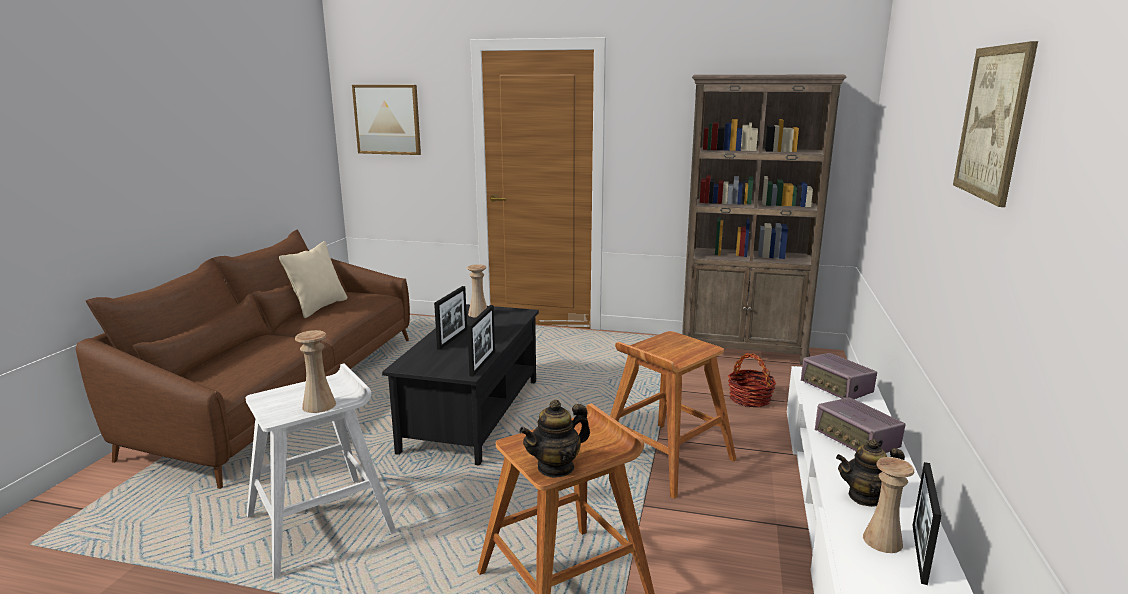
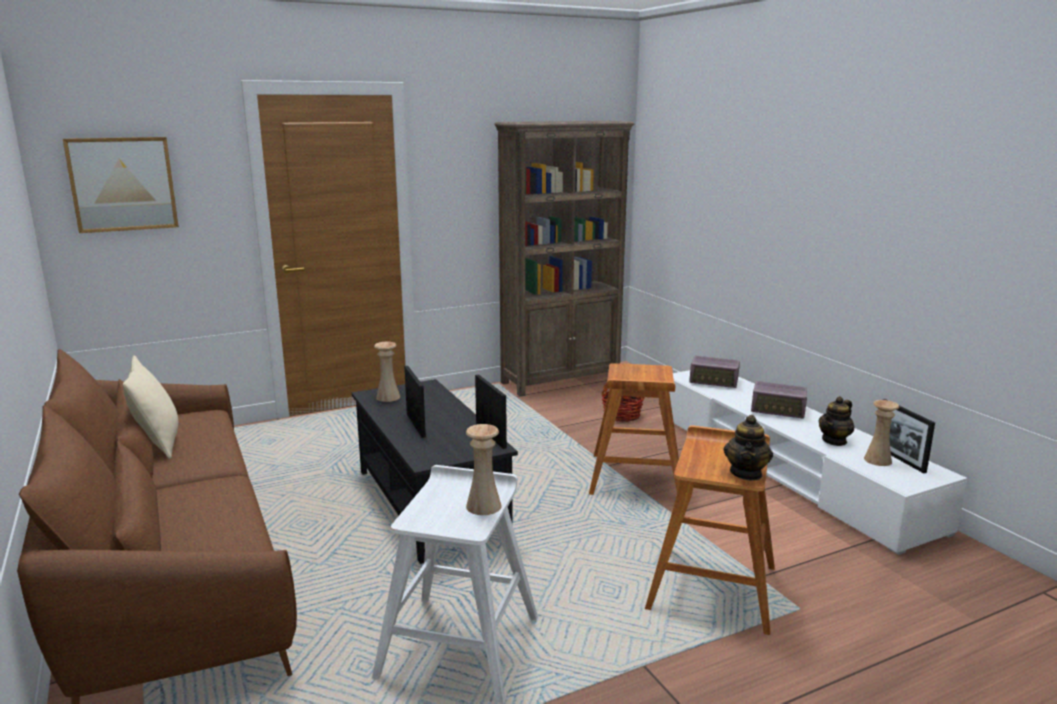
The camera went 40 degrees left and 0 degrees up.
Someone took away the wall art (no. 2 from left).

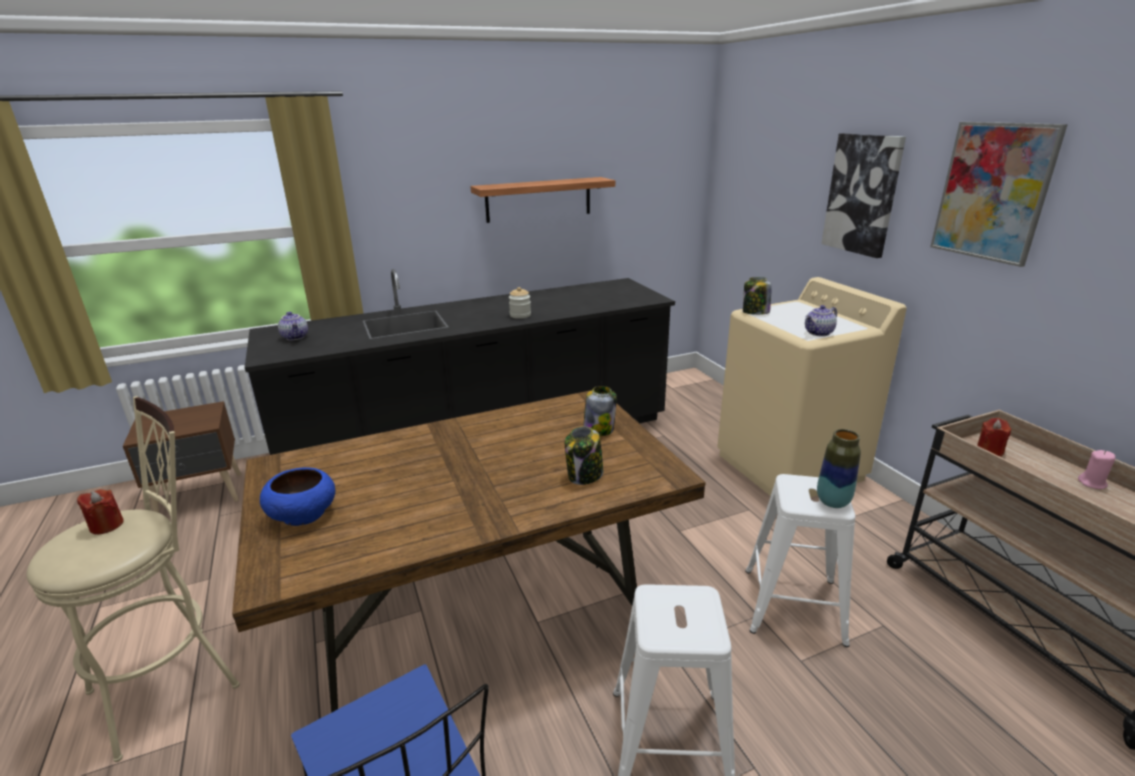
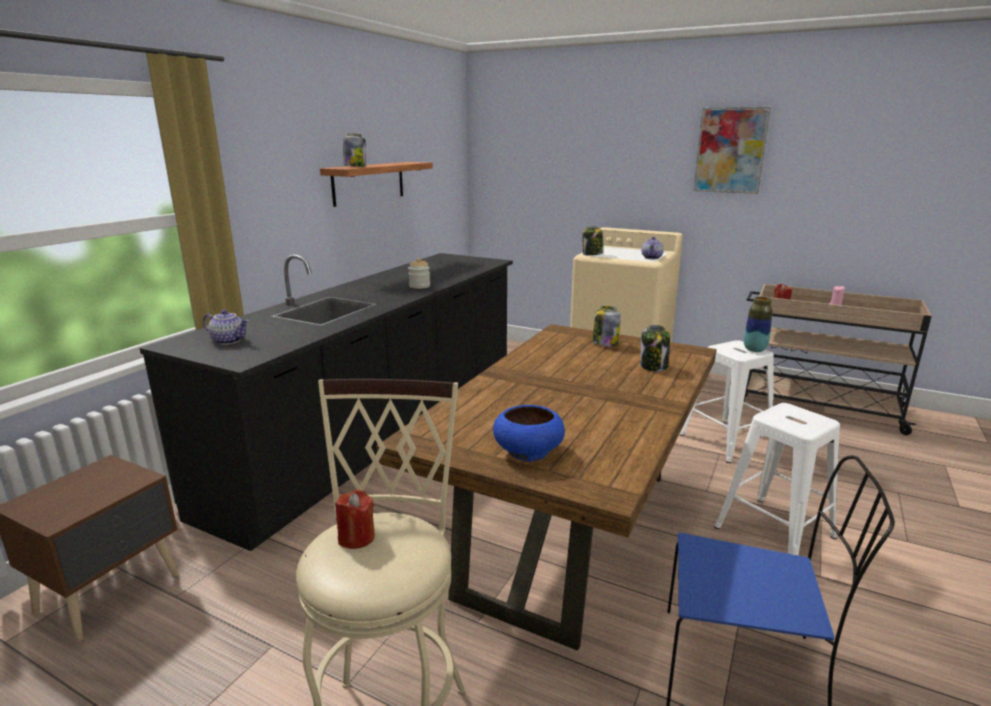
The camera went 40 degrees left and 5 degrees down.
Someone took away the wall art (no. 1 from left).
Someone put down the storage jar (no. 1 from left).

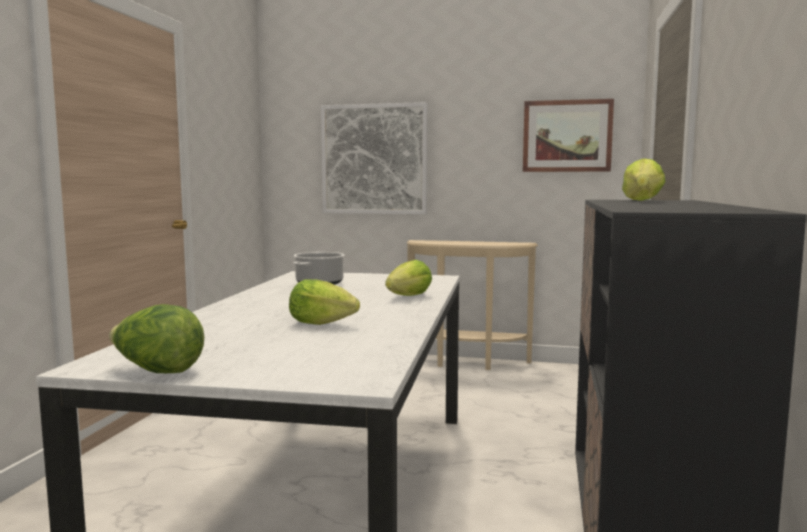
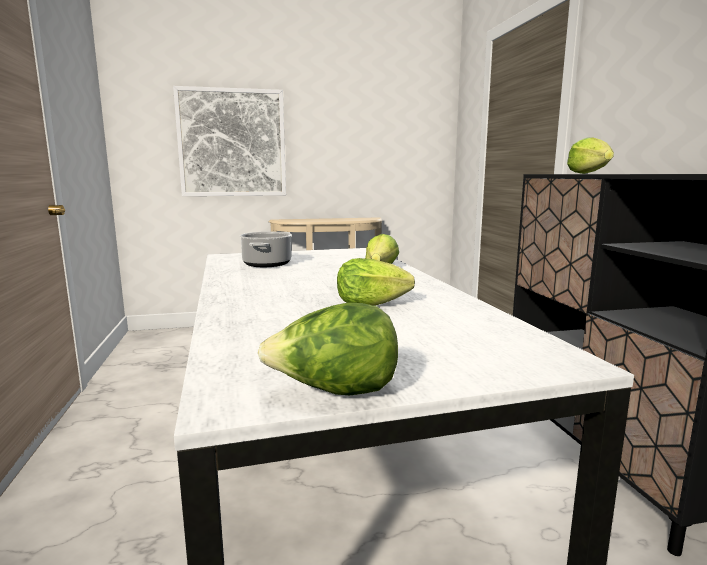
The camera went 25 degrees left and 5 degrees up.
Someone took away the wall art (no. 2 from left).

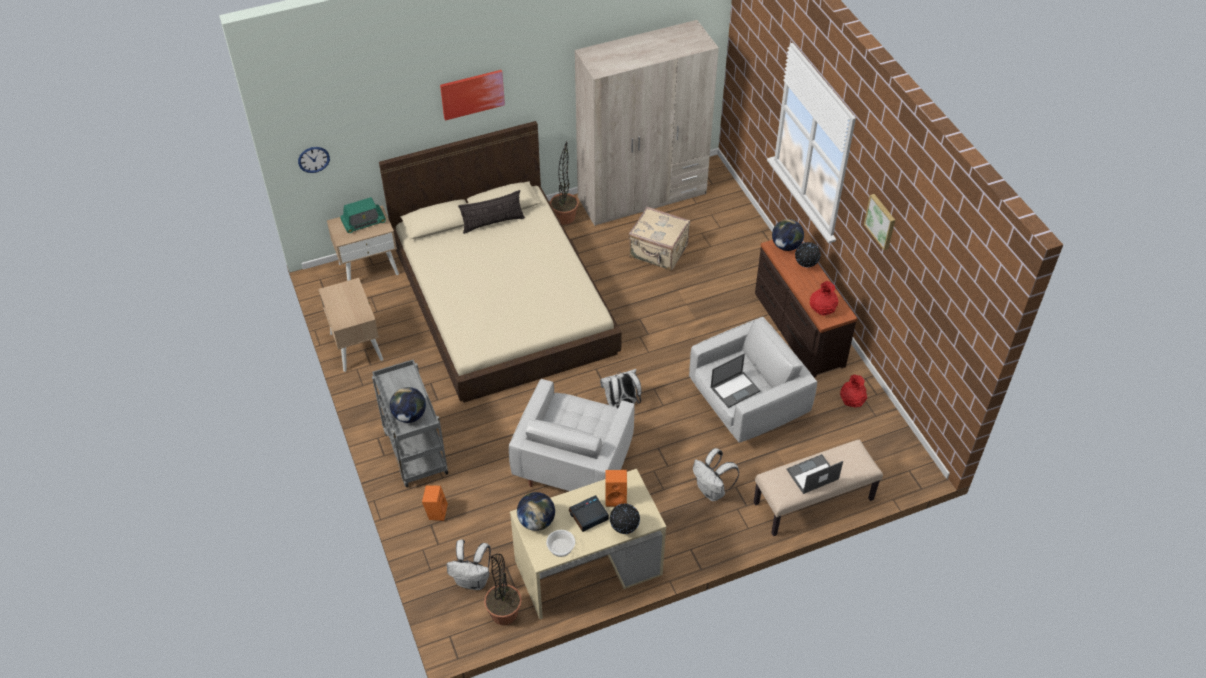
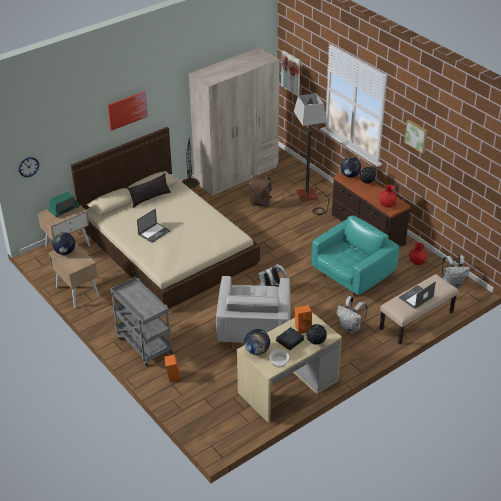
The camera went 15 degrees left and 10 degrees down.
Someone took away the plant in a pot (no. 1 from left).
Someone put up the wall art (no. 2 from left).
Someone put down the standard lamp.
Someone carried the globe (no. 1 from left).
Someone carried the backpack/whitish (no. 1 from left in the first image).
Someone carried the notebook computer (no. 1 from left).
Someone swapped the suitcase/sand-coloured for the backpack/brown-coloured.
Someone repainted the lounge chair/whitish (no. 2 from left), which became the lounge chair/turquoise-coloured.

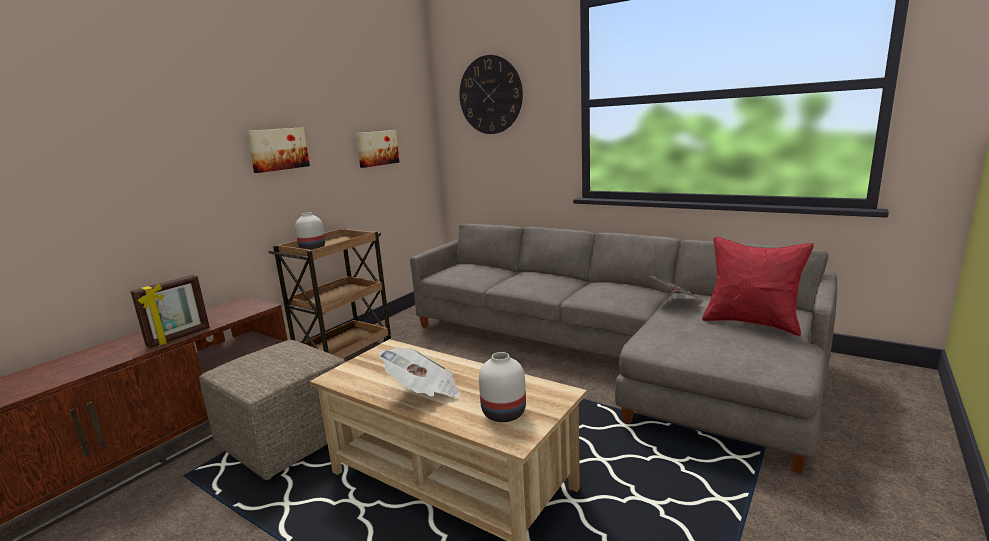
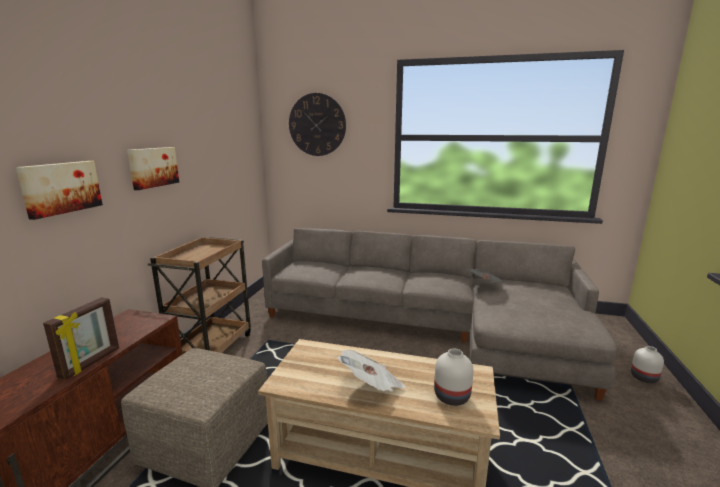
The camera went 20 degrees left and 0 degrees up.
Someone took away the cushion/red.
Someone carried the vase/whitish (no. 1 from left in the first image).
Someone carried the wall art (no. 2 from left in the first image).

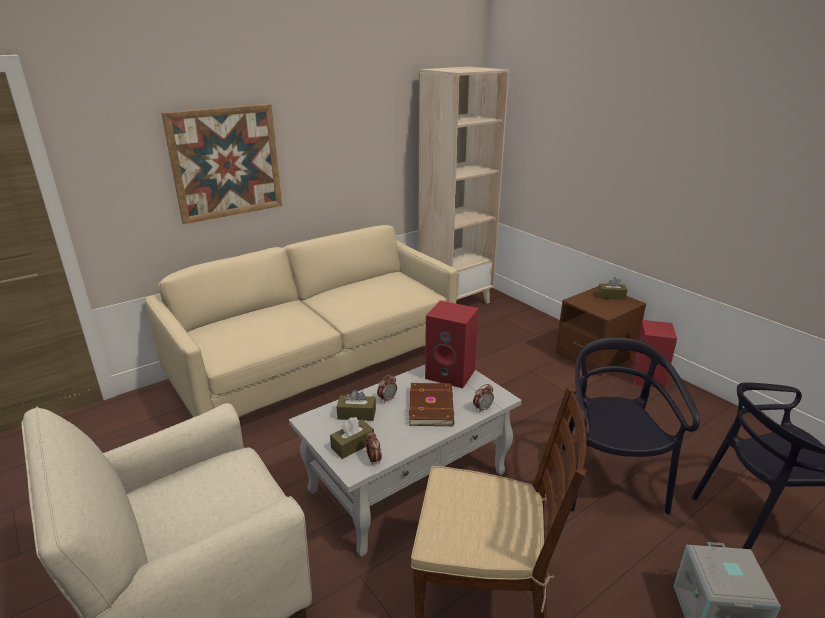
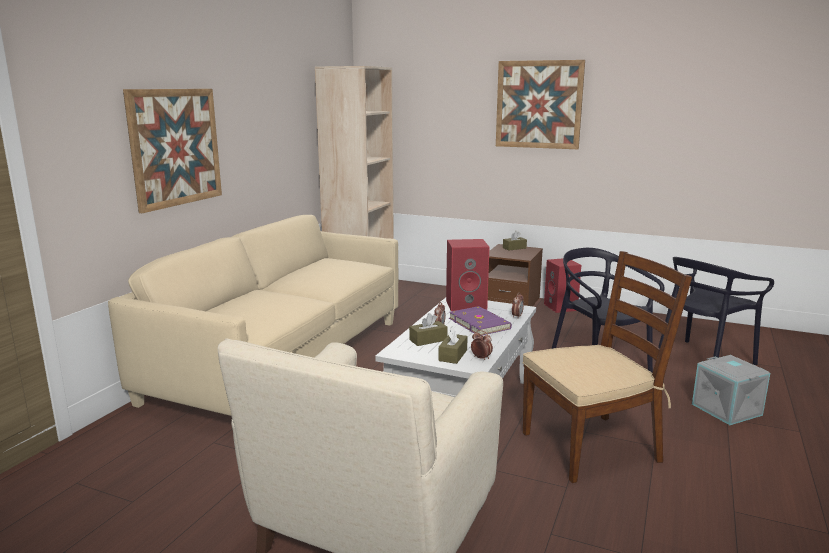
The camera went 30 degrees left and 10 degrees down.
Someone put up the wall art (no. 2 from left).
Someone repainted the bound book/brown-coloured, which became the bound book/purplish.

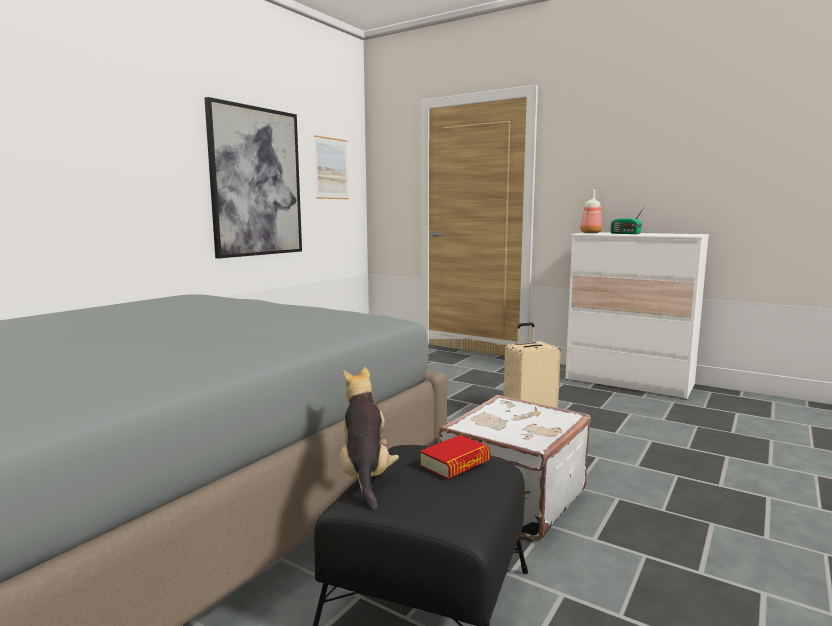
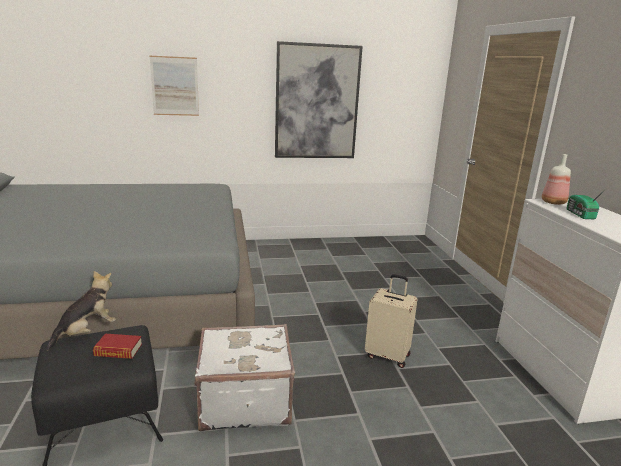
The camera went 45 degrees right and 10 degrees up.
Someone carried the wall art (no. 2 from left in the first image).

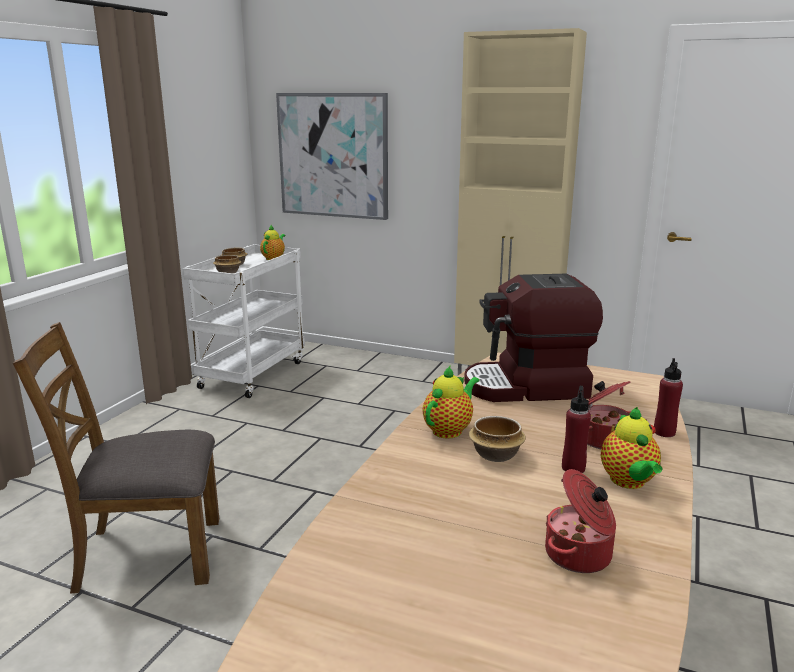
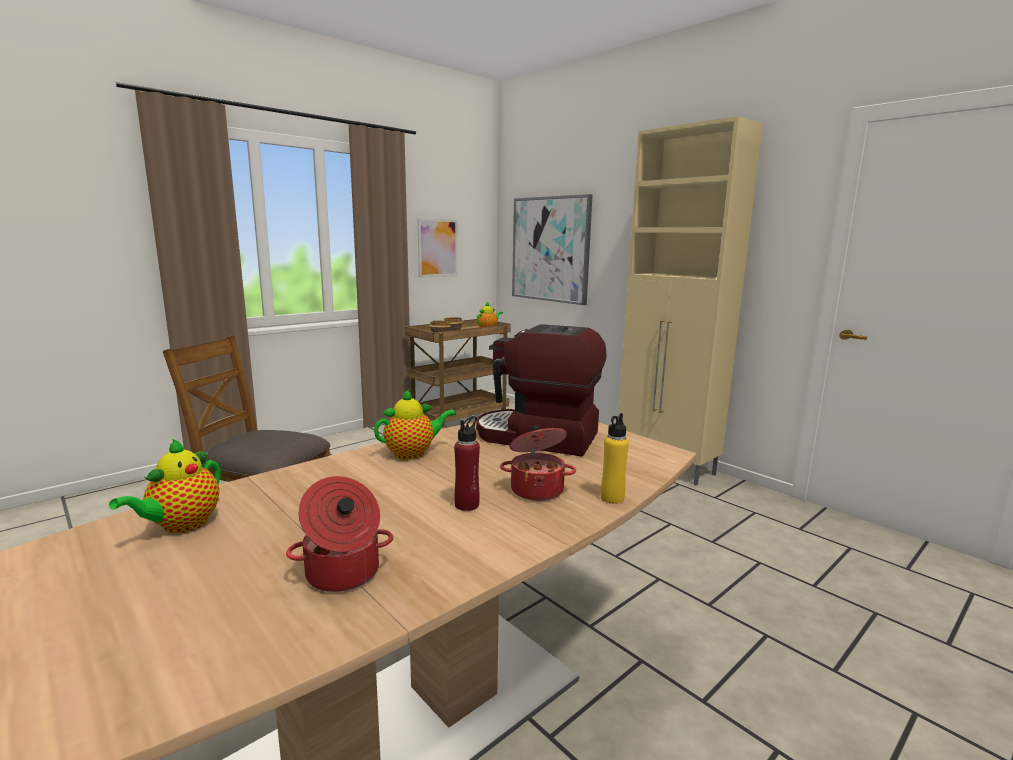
The camera went 25 degrees right and 5 degrees down.
Someone took away the bowl (no. 3 from left).
Someone put up the wall art (no. 1 from left).
Someone carried the teapot (no. 3 from left in the first image).
Someone repainted the cart/whitish, which became the cart/brown-coloured.
Someone repainted the beverage bottle/red (no. 2 from left), which became the beverage bottle/yellow.

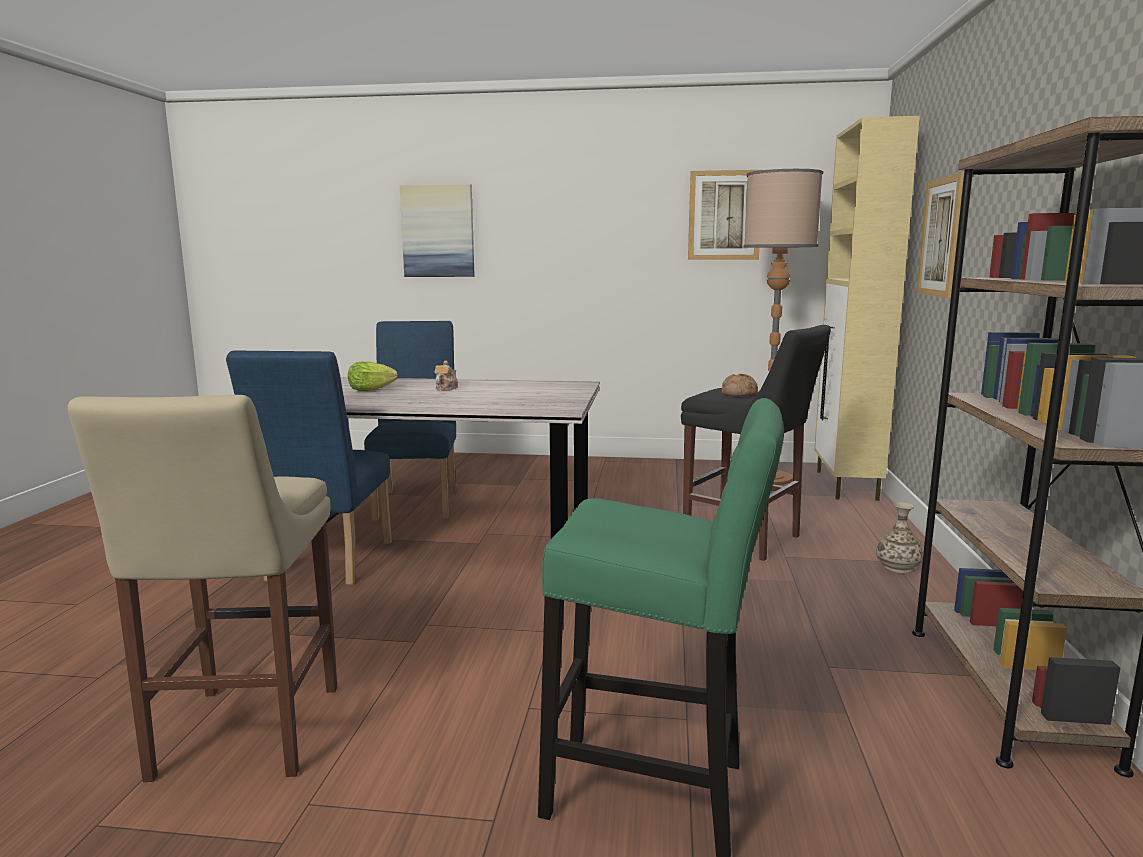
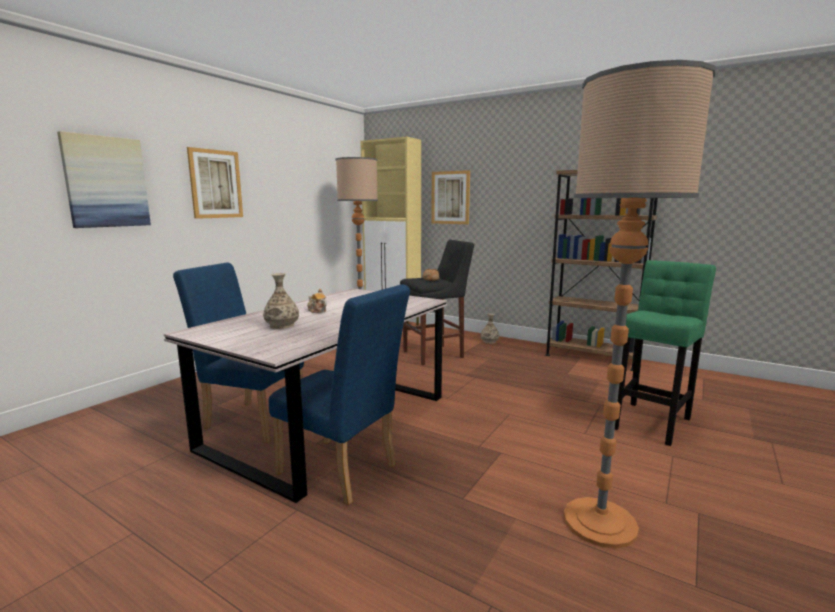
The camera went 65 degrees left and 0 degrees up.
Someone carried the wall art (no. 2 from left).
Someone swapped the stool seat/sand-coloured for the standard lamp (no. 2 from left).
Someone swapped the lettuce head for the vase (no. 1 from left).

